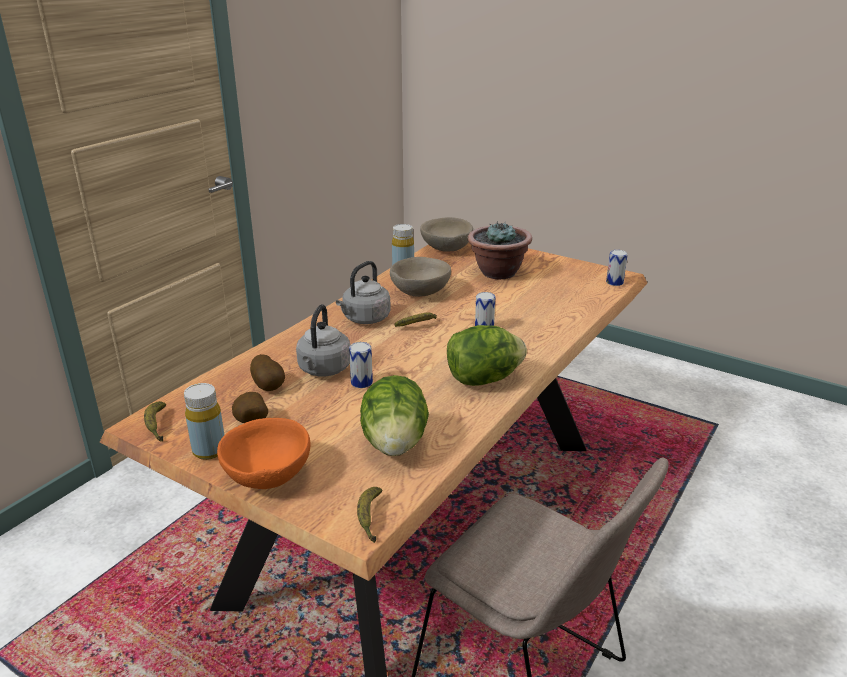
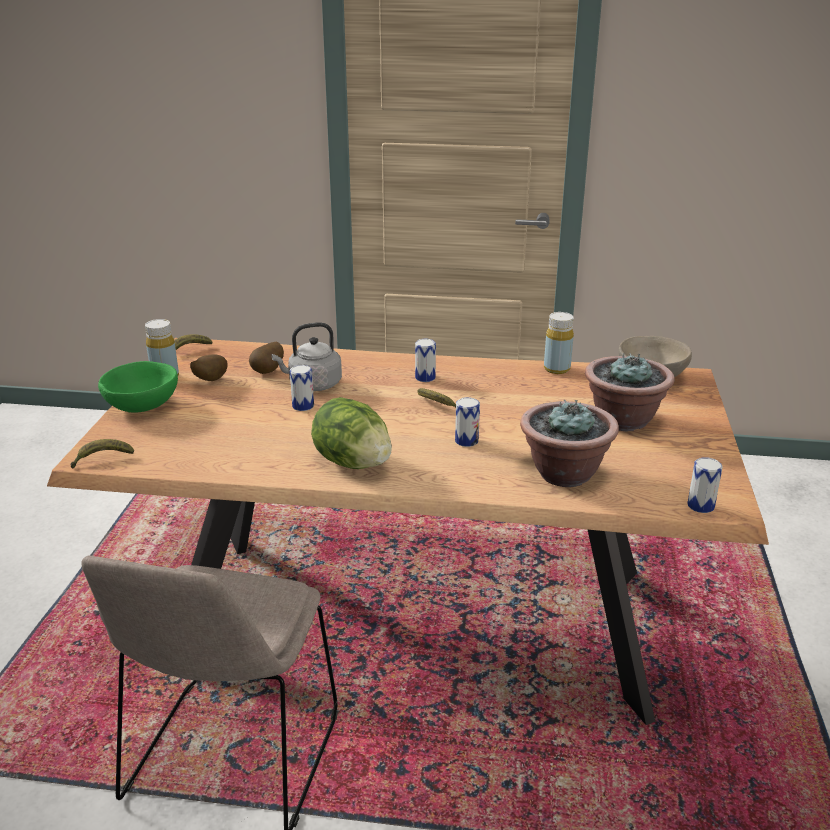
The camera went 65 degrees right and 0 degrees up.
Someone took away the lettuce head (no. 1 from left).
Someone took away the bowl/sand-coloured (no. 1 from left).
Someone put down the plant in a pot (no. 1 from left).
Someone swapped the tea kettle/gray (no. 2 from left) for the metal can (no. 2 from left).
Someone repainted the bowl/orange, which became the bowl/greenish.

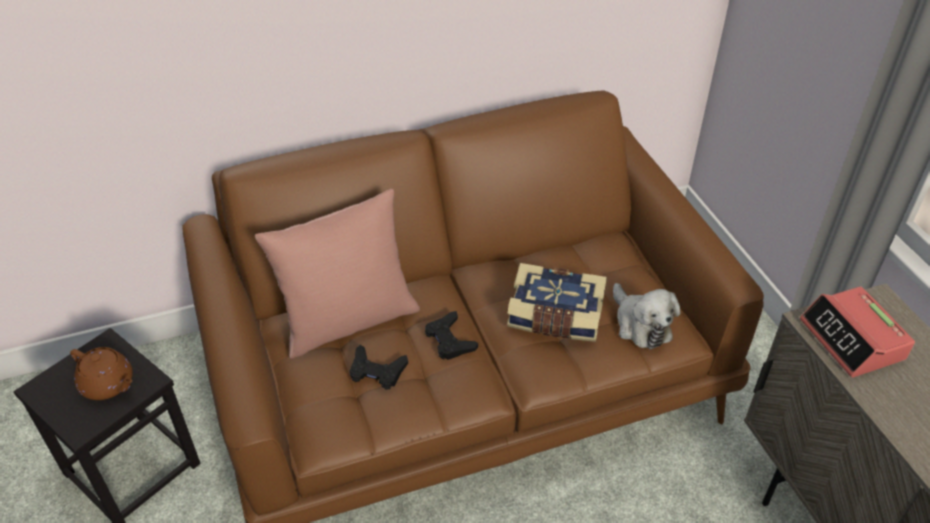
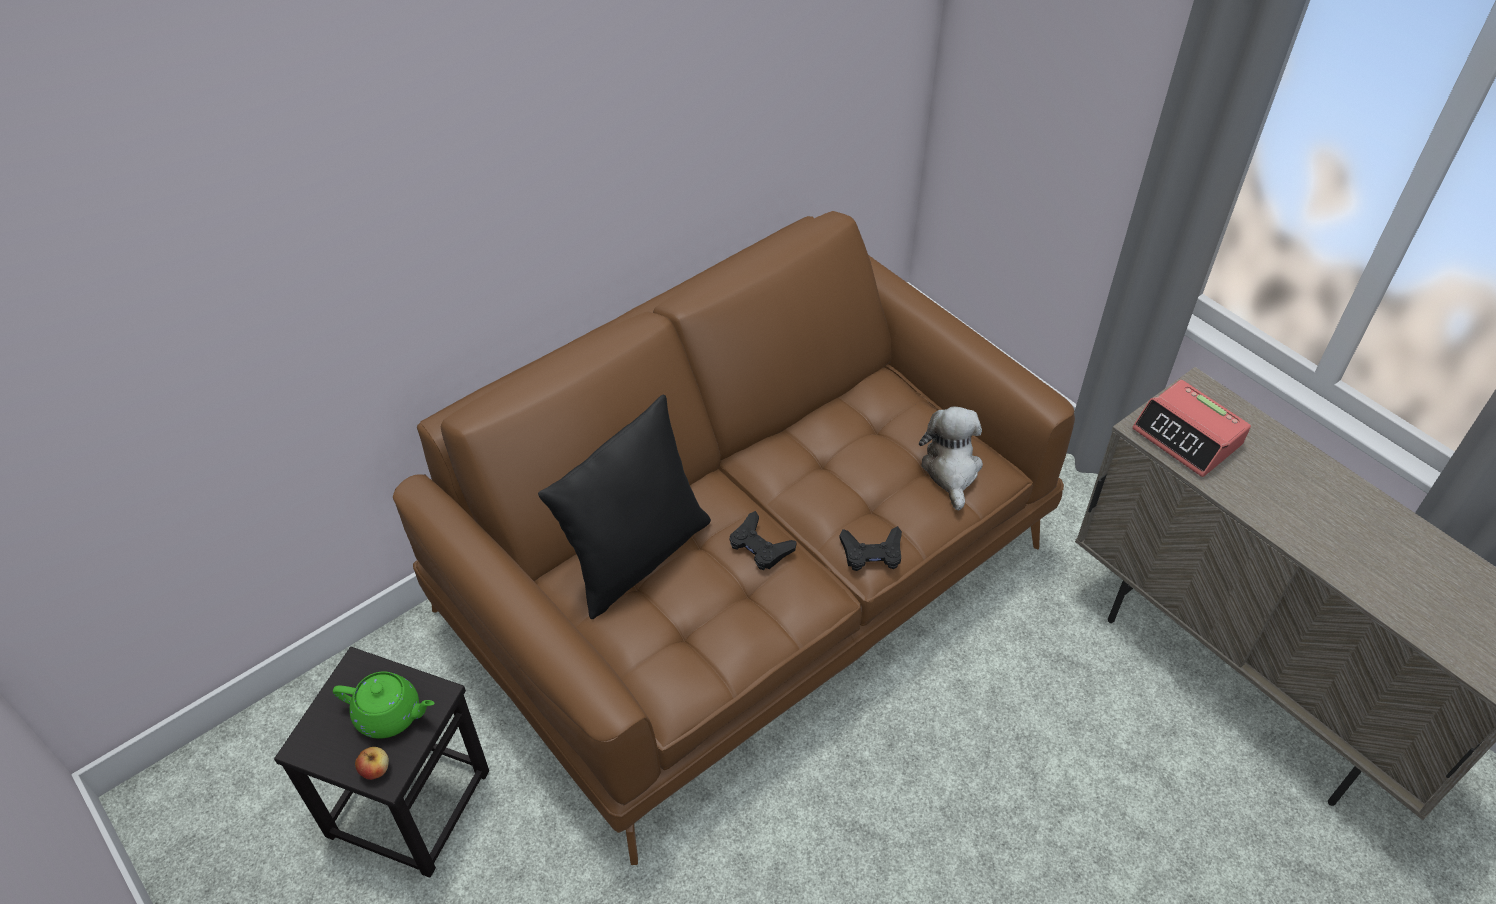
The camera went 20 degrees left and 5 degrees up.
Someone took away the bound book.
Someone put down the apple fruit.
Someone carried the game controller/blackish (no. 1 from left in the first image).
Someone repainted the teapot/brown-coloured, which became the teapot/greenish.
Someone repainted the cushion/pink-coloured, which became the cushion/blackish.
Someone rotated the cuddly toy by 135 degrees counterclockwise.

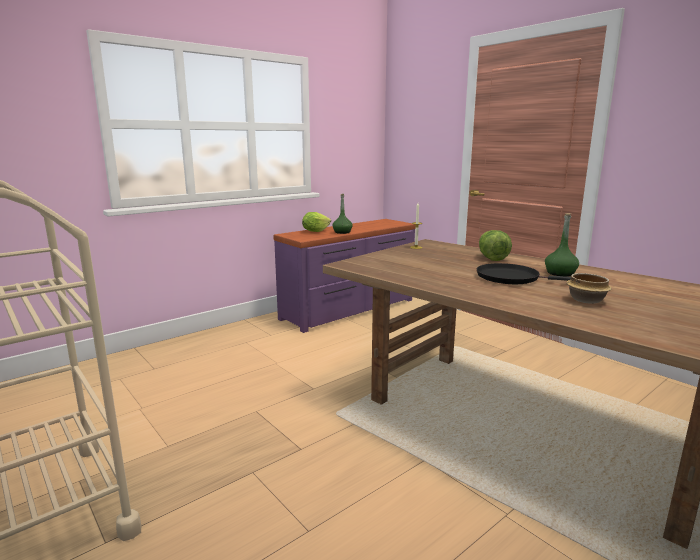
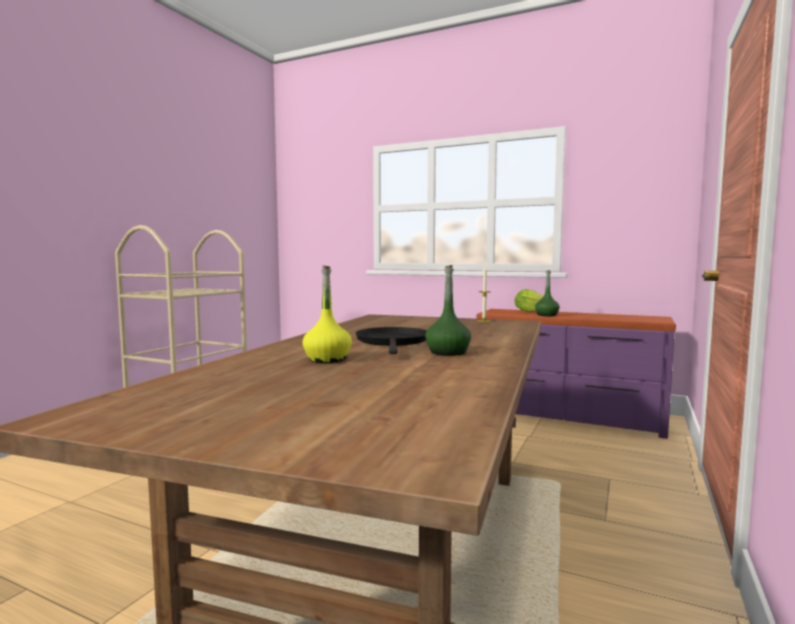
The camera went 65 degrees right and 10 degrees down.
Someone took away the lettuce head (no. 2 from left).
Someone swapped the bowl for the beverage bottle/yellow.

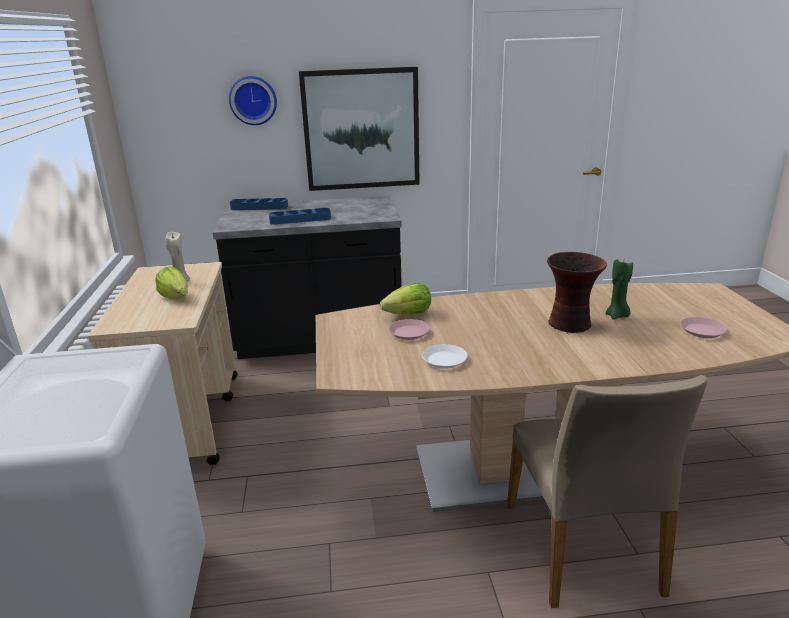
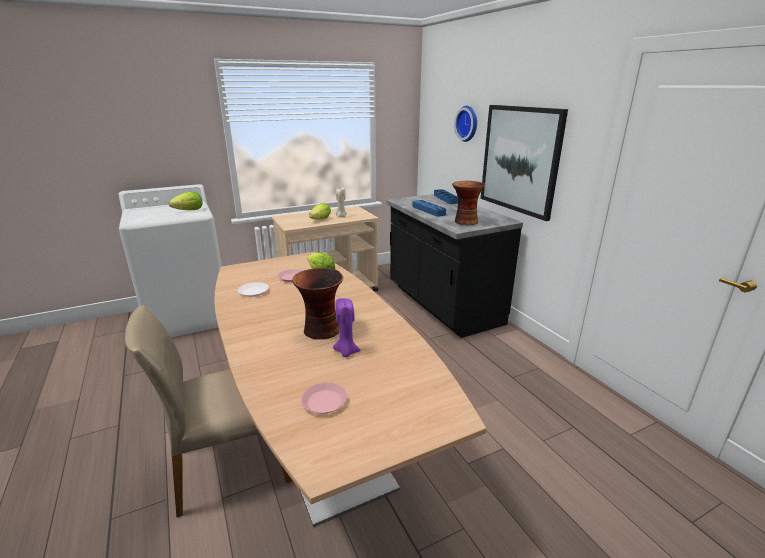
The camera went 70 degrees right and 0 degrees up.
Someone put down the lettuce head (no. 1 from left).
Someone put down the vase (no. 2 from left).
Someone repainted the candle/greenish, which became the candle/purplish.

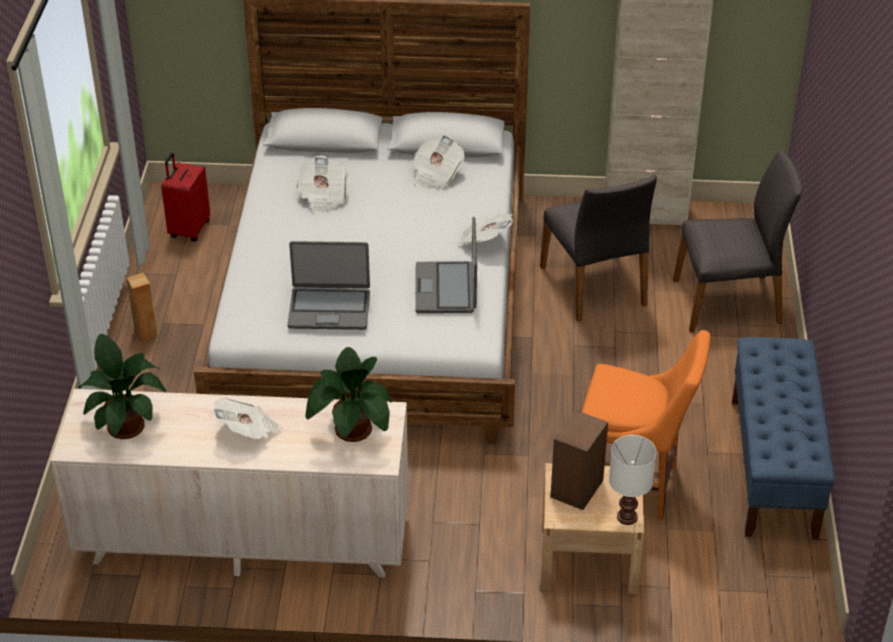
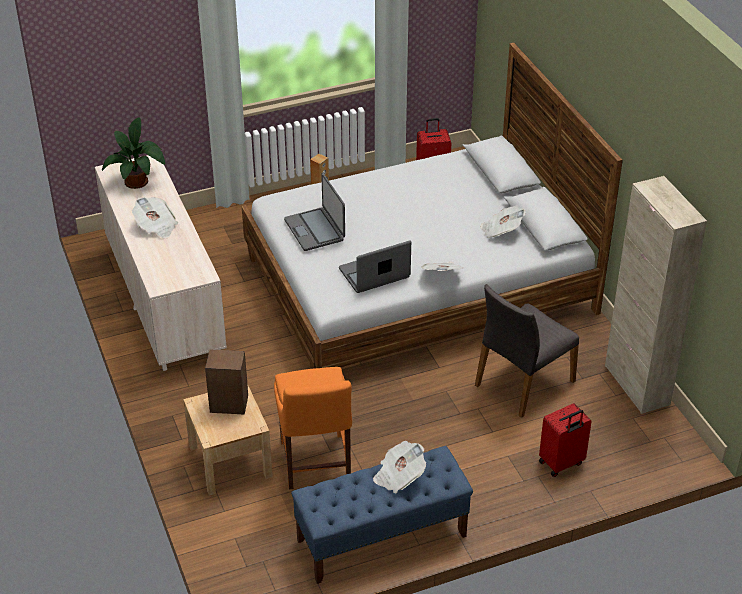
The camera went 65 degrees right and 0 degrees up.
Someone took away the plant in a pot (no. 2 from left).
Someone took away the lamp for a table/whitish.
Someone carried the printed paper (no. 2 from left).
Someone swapped the plain chair/gray (no. 2 from left) for the suitcase/red (no. 2 from left).

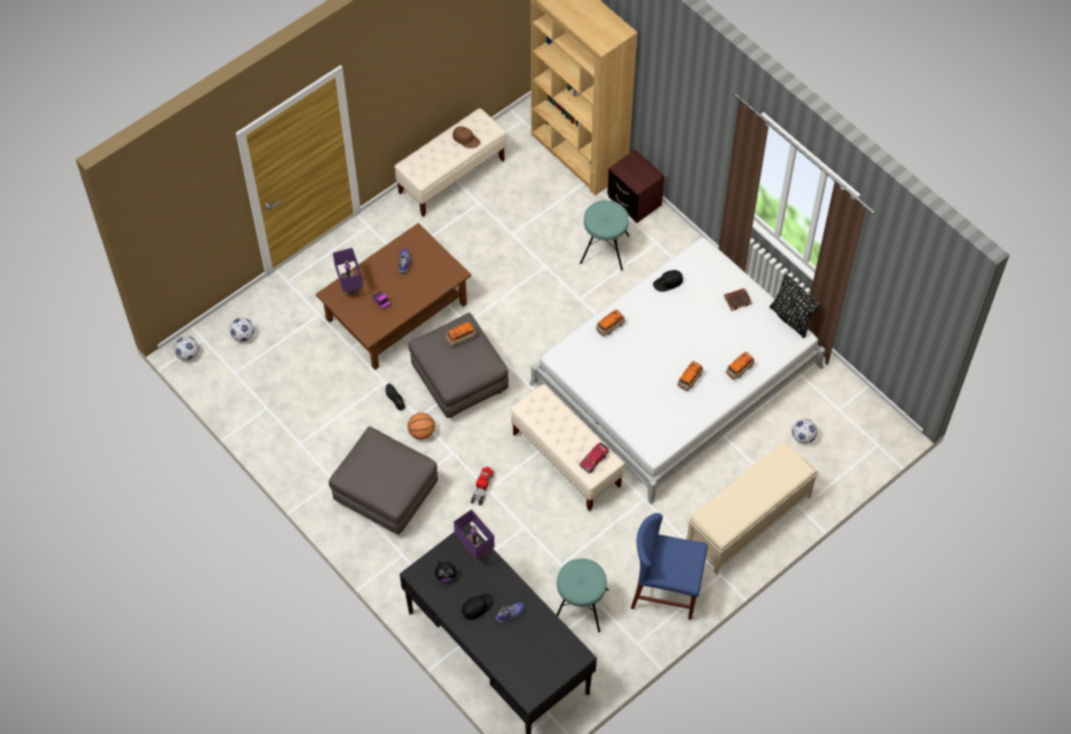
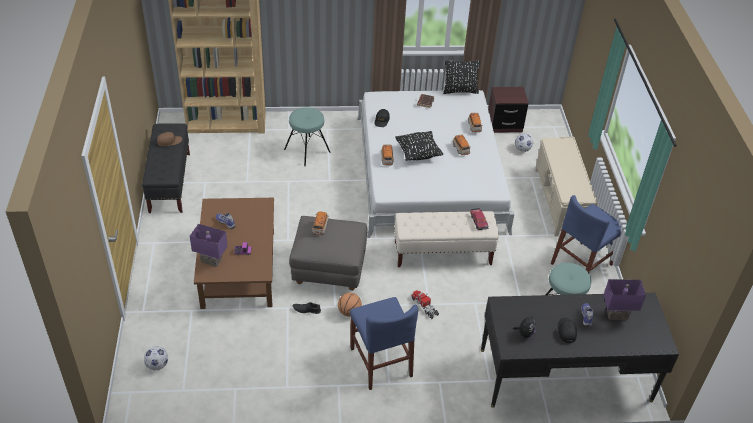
The camera went 55 degrees left and 15 degrees down.
Someone took away the ball for football (no. 1 from left).
Someone put down the cushion/blackish (no. 1 from left).
Someone carried the lamp for a table/purplish (no. 2 from left).
Someone carried the nightstand/brown-coloured.
Someone swapped the pouffe/gray (no. 1 from left) for the plain chair/blue (no. 1 from left).
Someone repainted the bench/sand-coloured (no. 1 from left), which became the bench/blackish.

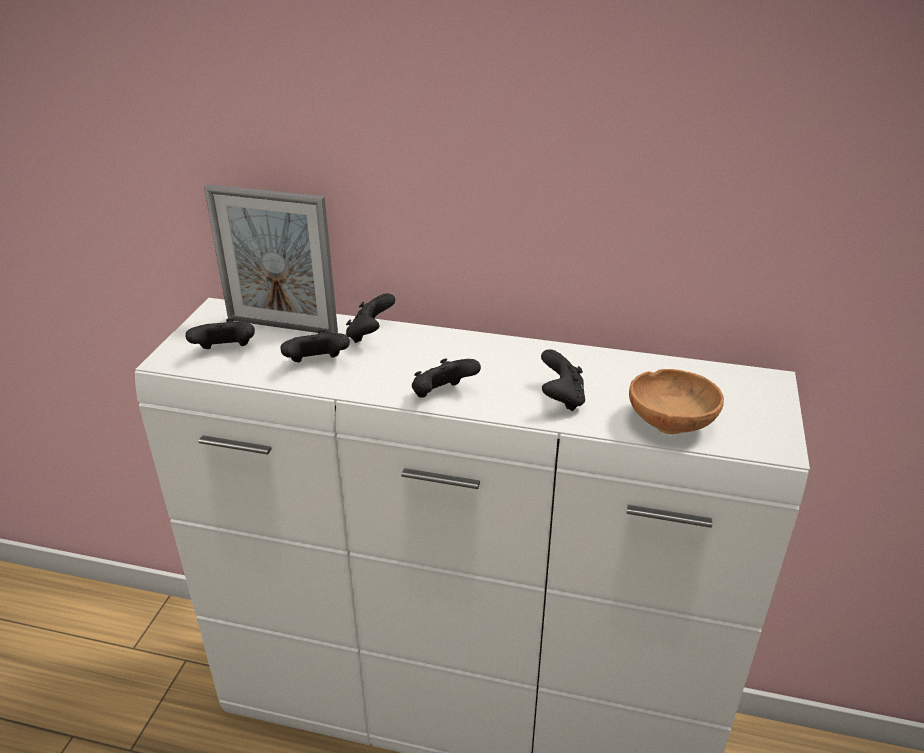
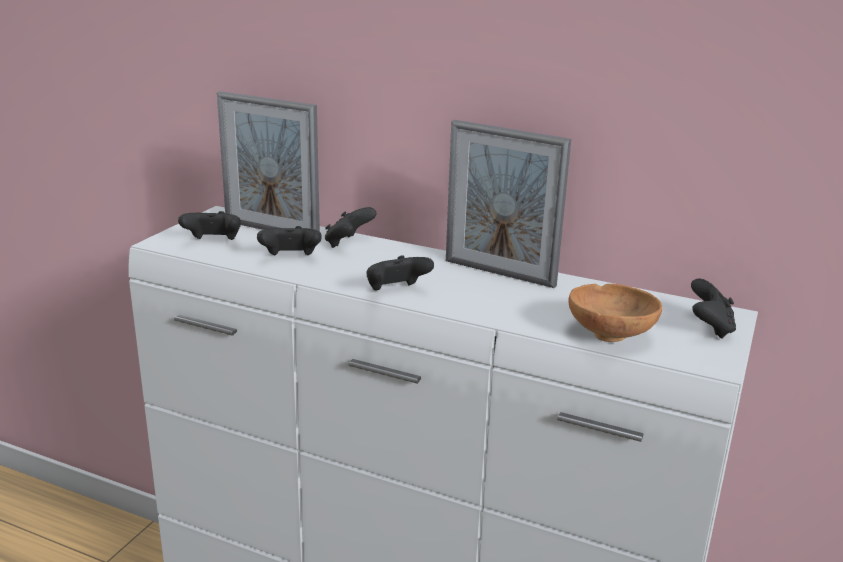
The camera went 10 degrees right and 10 degrees down.
Someone put down the picture frame (no. 2 from left).
Someone carried the game controller/blackish (no. 5 from left).

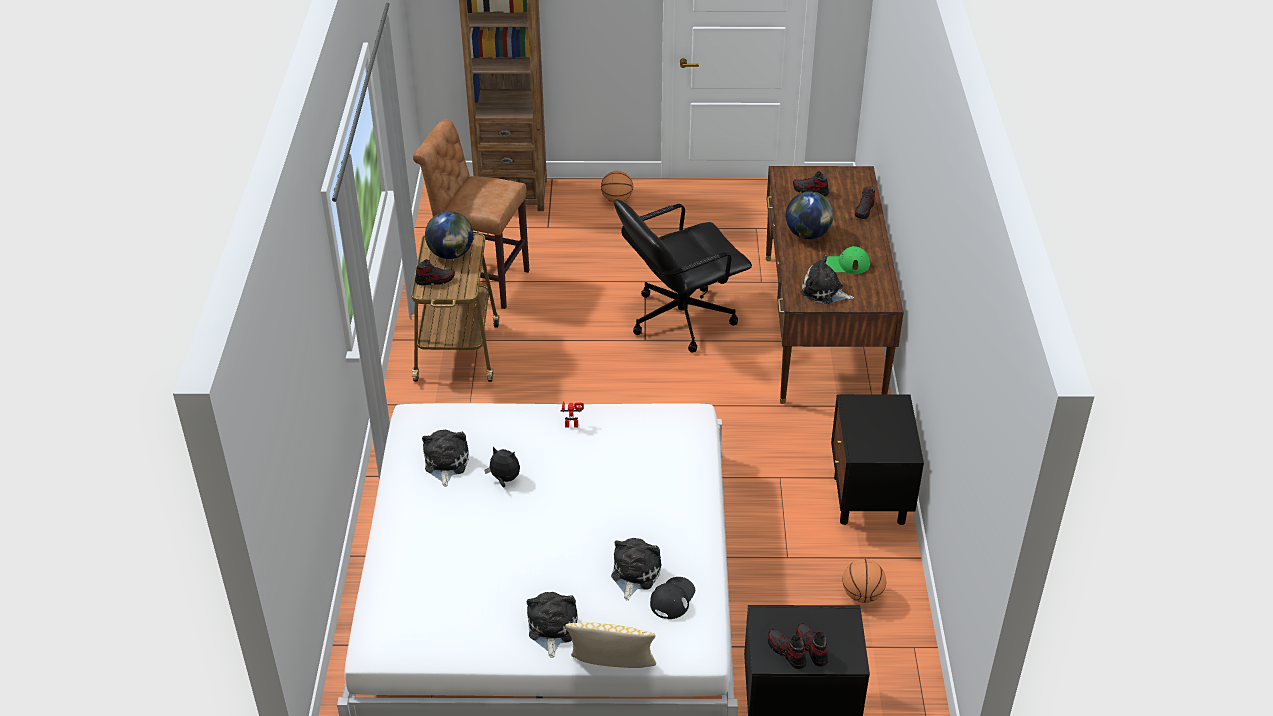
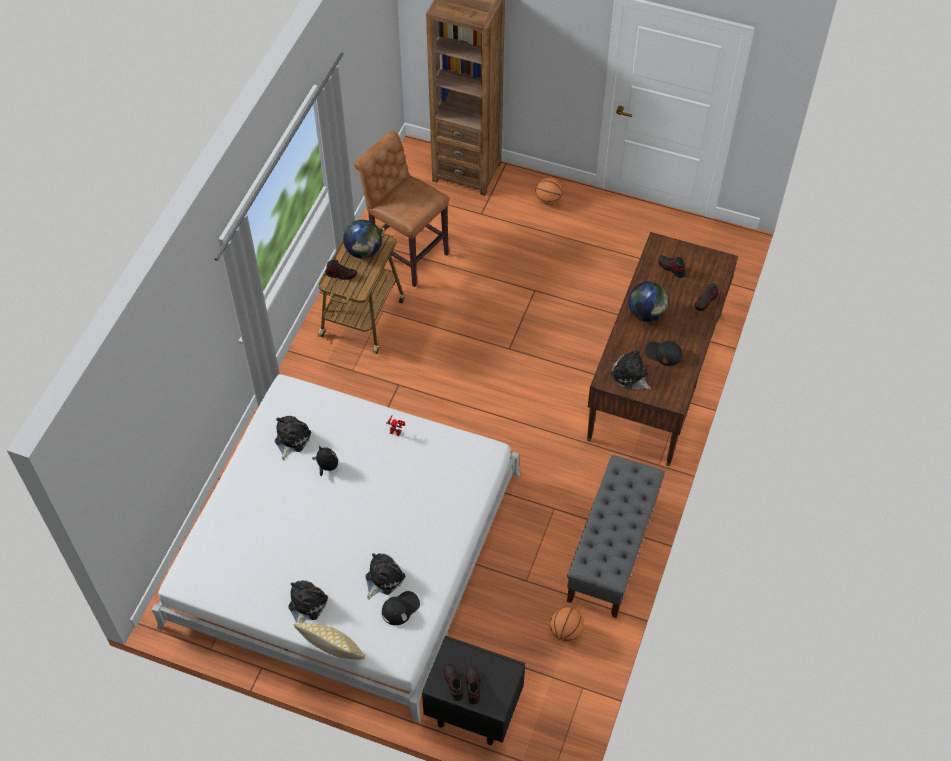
The camera went 20 degrees right and 15 degrees up.
Someone took away the office chair/blackish.
Someone swapped the nightstand/blackish (no. 2 from left) for the bench/gray.
Someone repainted the baseball cap/greenish, which became the baseball cap/blackish (no. 2 from left).

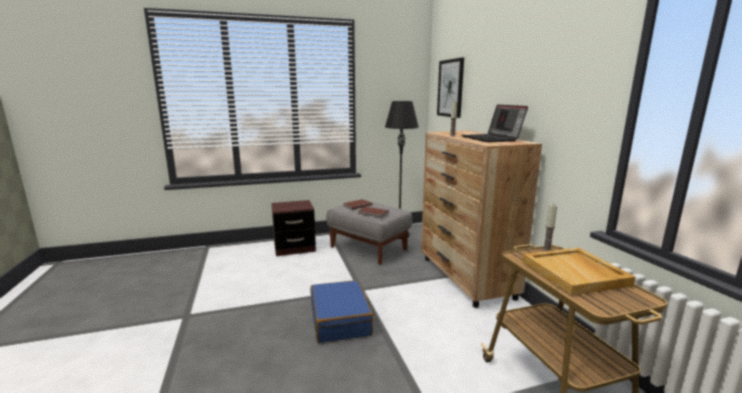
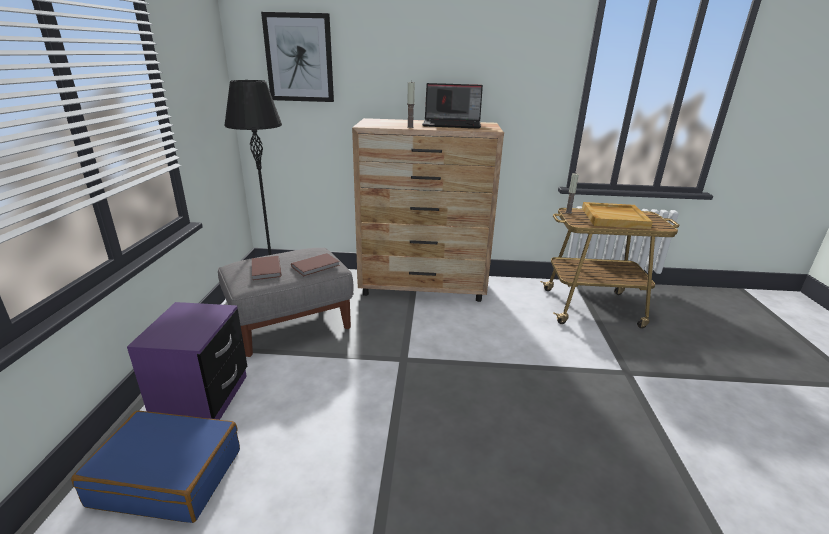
The camera went 70 degrees left and 10 degrees up.
Someone carried the suitcase/blue.
Someone repainted the nightstand/brown-coloured, which became the nightstand/purplish.

